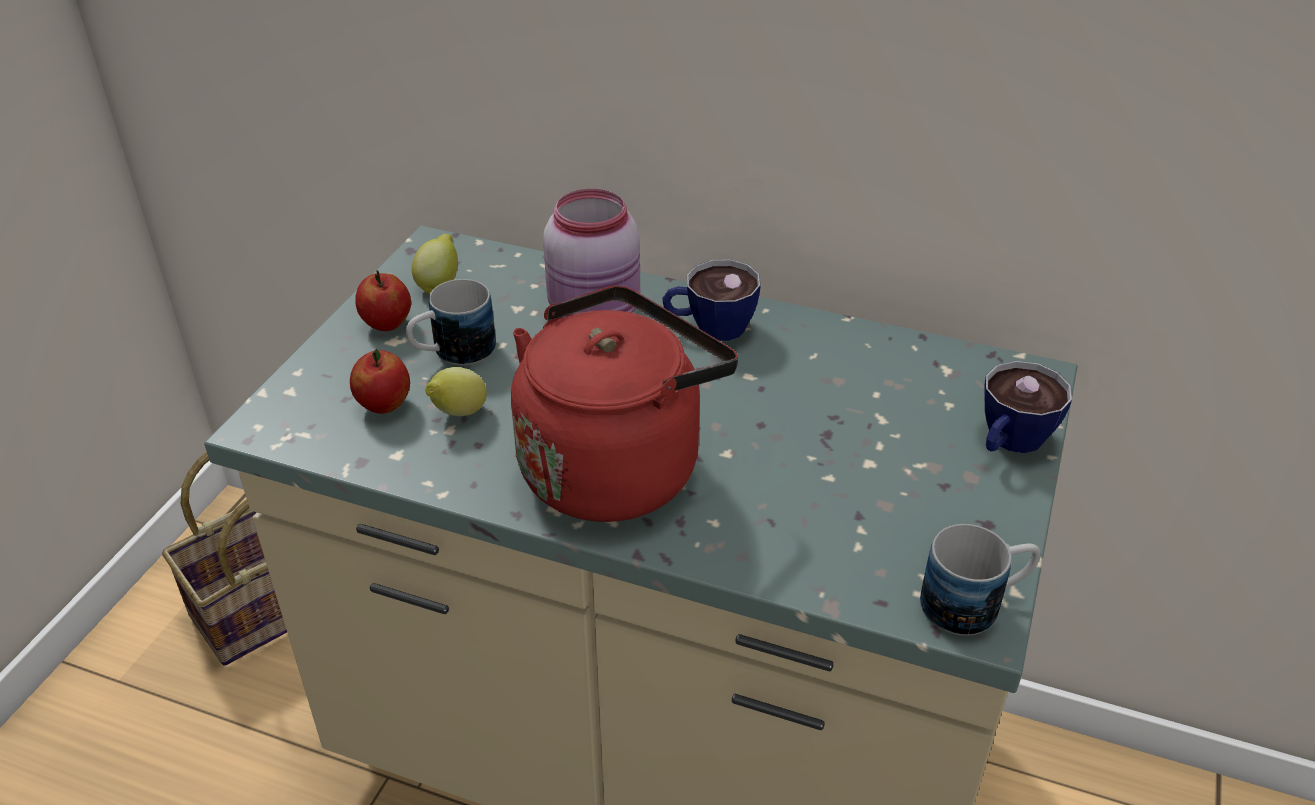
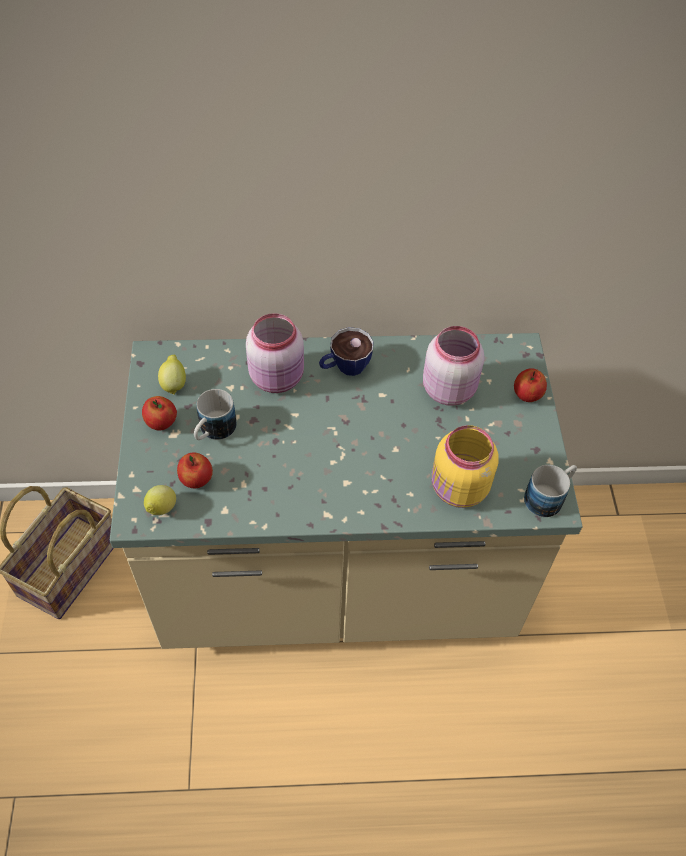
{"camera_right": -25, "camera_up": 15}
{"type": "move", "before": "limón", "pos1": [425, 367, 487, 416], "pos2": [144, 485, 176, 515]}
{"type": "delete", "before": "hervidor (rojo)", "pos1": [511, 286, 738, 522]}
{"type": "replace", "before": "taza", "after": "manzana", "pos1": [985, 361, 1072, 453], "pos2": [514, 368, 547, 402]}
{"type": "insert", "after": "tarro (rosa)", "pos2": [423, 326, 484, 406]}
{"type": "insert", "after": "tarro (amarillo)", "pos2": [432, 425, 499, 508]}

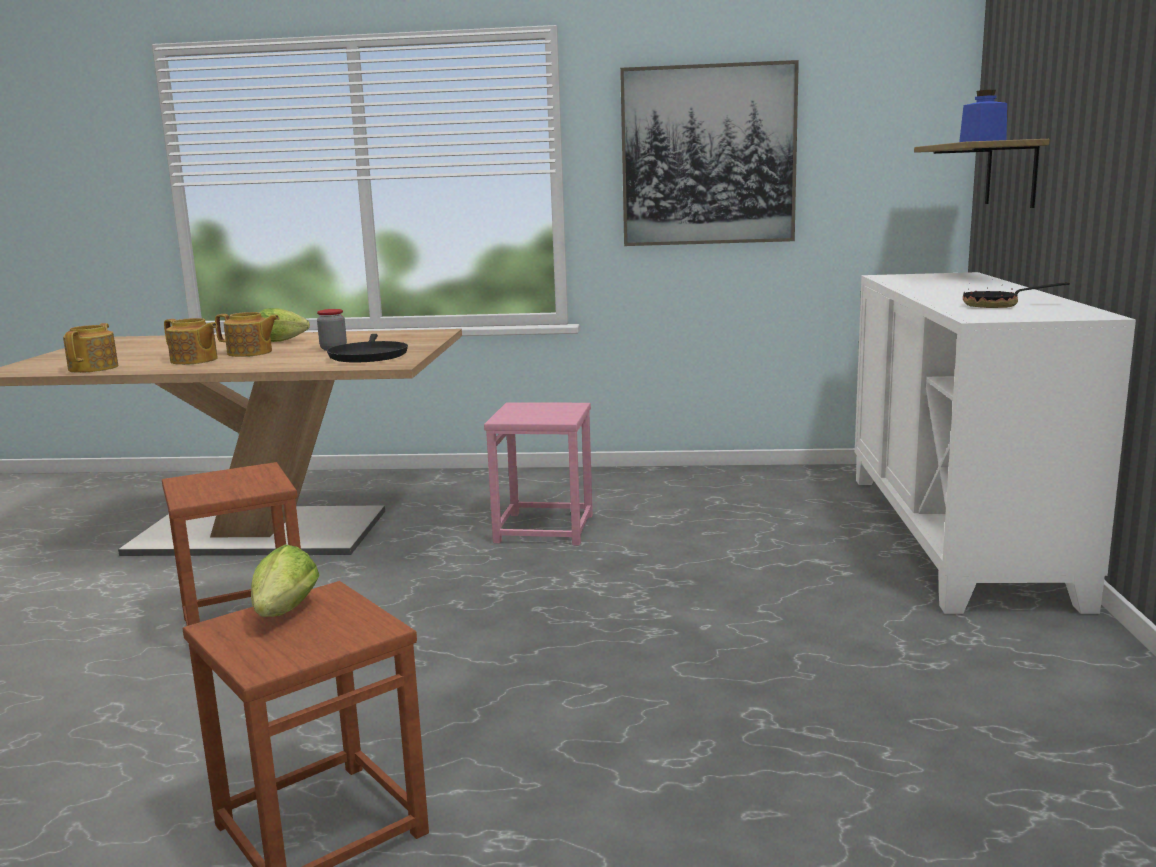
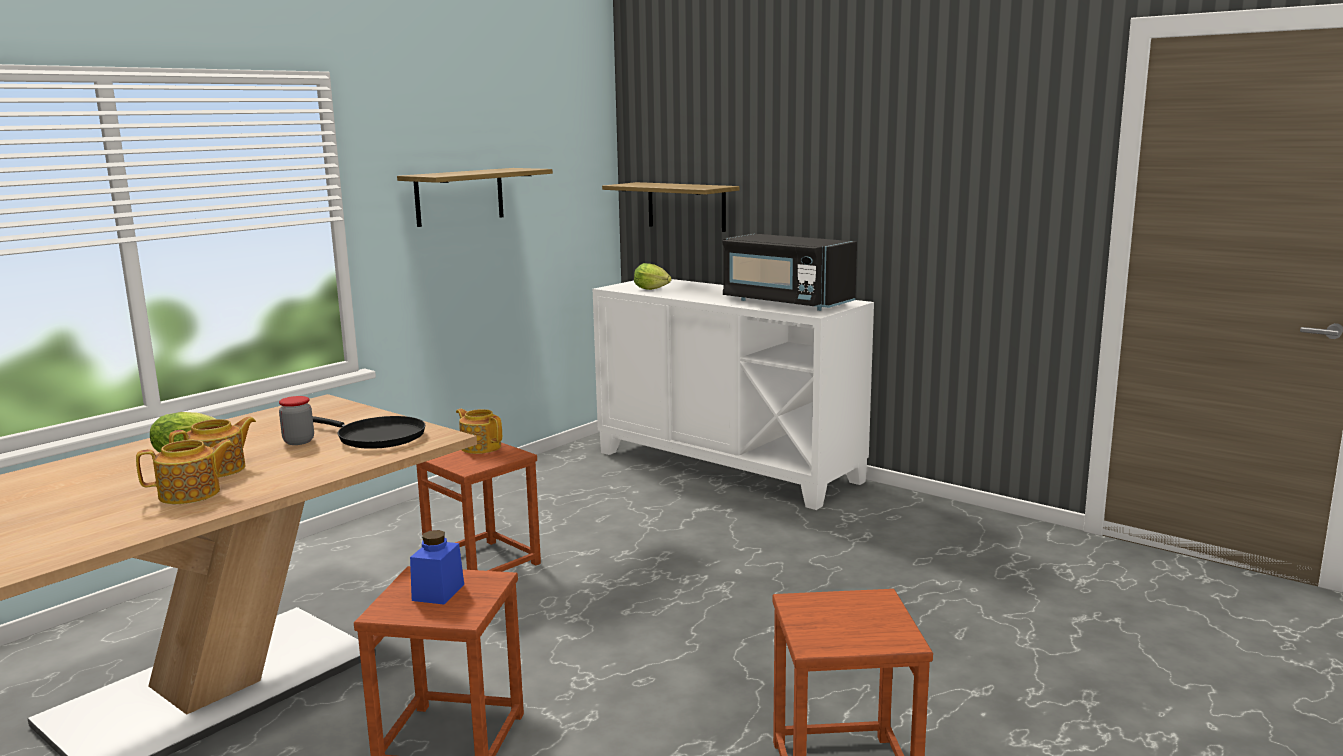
{"camera_right": -55, "camera_up": 0}
{"type": "move", "before": "tetera", "pos1": [63, 323, 118, 373], "pos2": [456, 409, 502, 454]}
{"type": "move", "before": "lechuga", "pos1": [251, 544, 320, 617], "pos2": [634, 263, 672, 290]}
{"type": "recolor", "before": "taburete (rosa)", "after": "taburete (marrón)", "pos1": [484, 402, 593, 545], "pos2": [416, 442, 541, 572]}
{"type": "replace", "before": "cuadro", "after": "estante", "pos1": [620, 60, 799, 246], "pos2": [397, 168, 553, 227]}
{"type": "move", "before": "tarro (azul)", "pos1": [959, 90, 1007, 142], "pos2": [410, 530, 464, 604]}
{"type": "replace", "before": "sartén", "after": "microondas (negro)", "pos1": [963, 279, 1070, 308], "pos2": [723, 234, 857, 311]}

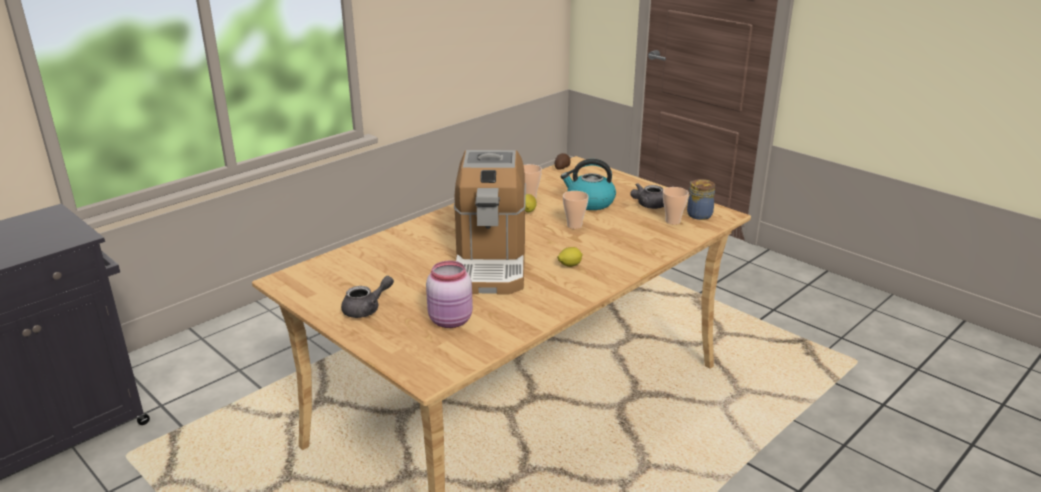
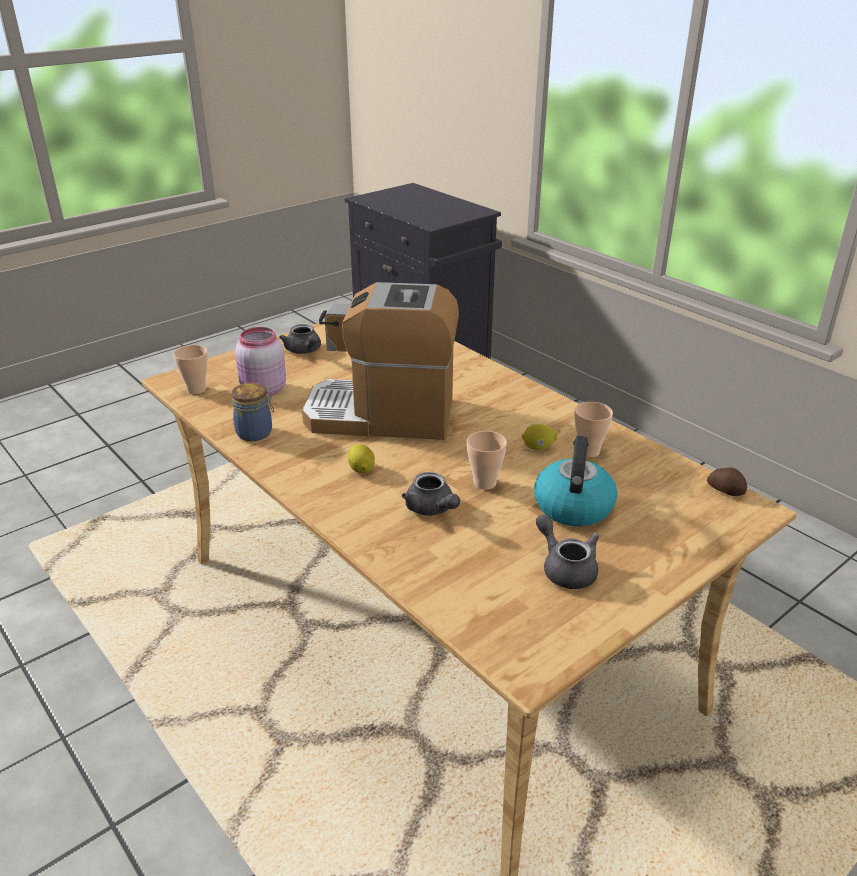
{"camera_right": 95, "camera_up": 5}
{"type": "move", "before": "taza", "pos1": [663, 187, 689, 225], "pos2": [173, 345, 208, 394]}
{"type": "move", "before": "tarro", "pos1": [687, 179, 715, 220], "pos2": [231, 383, 274, 441]}
{"type": "insert", "after": "tetera (gris)", "pos2": [402, 472, 460, 516]}

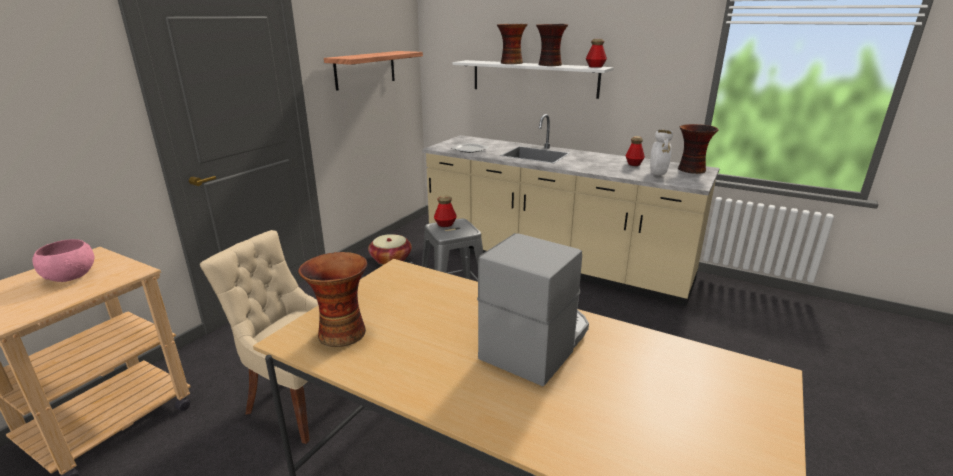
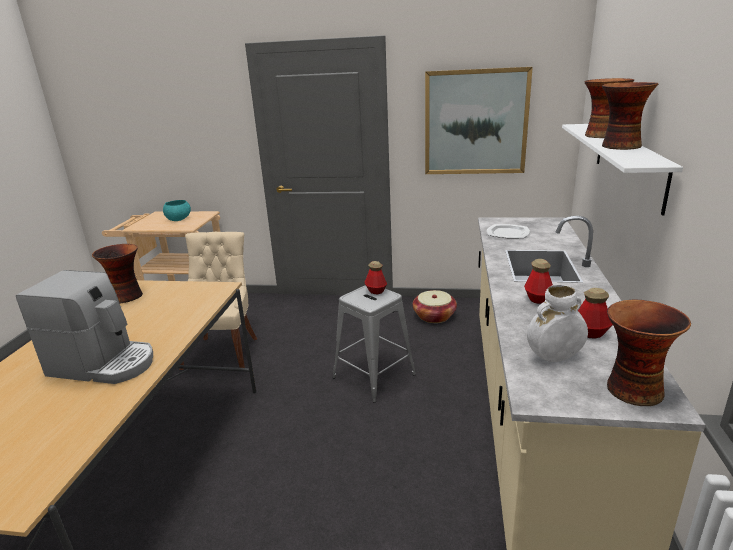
{"camera_right": 70, "camera_up": 0}
{"type": "recolor", "before": "cuenco (rosa)", "after": "cuenco (turquesa)", "pos1": [32, 239, 94, 282], "pos2": [163, 200, 191, 221]}
{"type": "replace", "before": "estante", "after": "cuadro", "pos1": [324, 51, 423, 91], "pos2": [425, 67, 533, 174]}
{"type": "move", "before": "botella", "pos1": [586, 39, 607, 68], "pos2": [524, 259, 553, 304]}

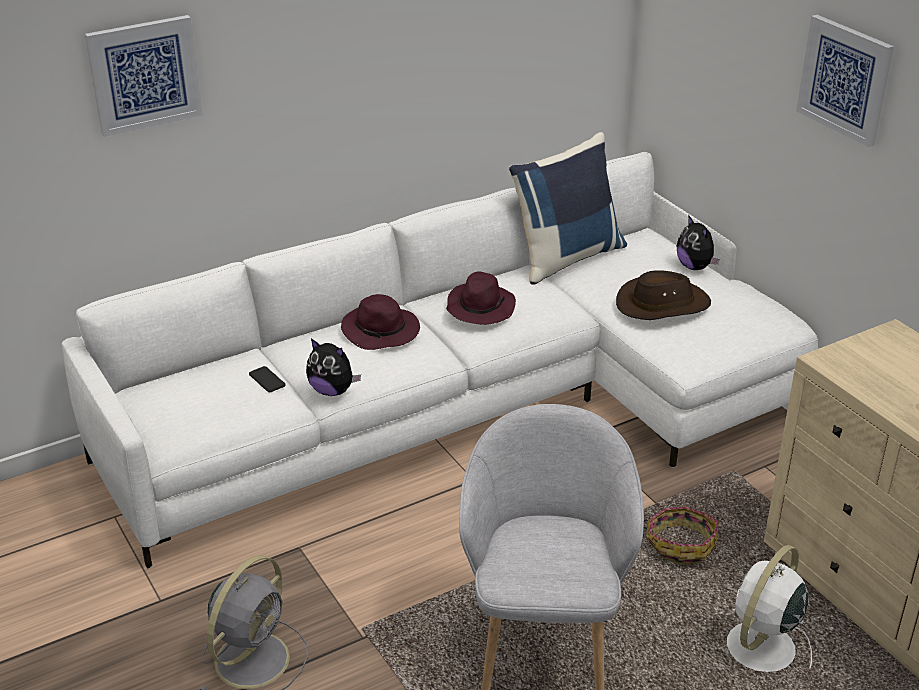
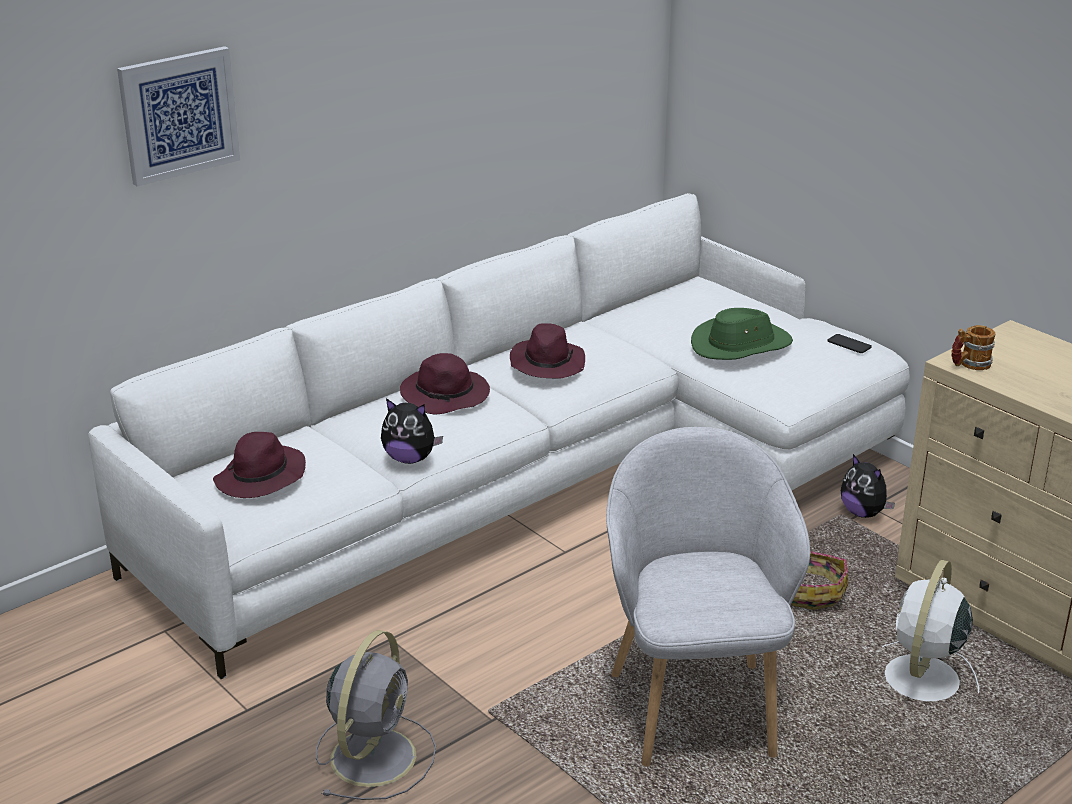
{"camera_right": -10, "camera_up": -5}
{"type": "move", "before": "móvil", "pos1": [249, 366, 286, 392], "pos2": [827, 334, 872, 353]}
{"type": "delete", "before": "cojín (azul)", "pos1": [509, 132, 627, 285]}
{"type": "recolor", "before": "sombrero (marrón)", "after": "sombrero (verde)", "pos1": [616, 270, 711, 320], "pos2": [691, 308, 793, 360]}
{"type": "move", "before": "peluche", "pos1": [677, 215, 720, 270], "pos2": [841, 454, 895, 518]}
{"type": "delete", "before": "cuadro", "pos1": [796, 15, 894, 147]}
{"type": "insert", "after": "sombrero (morado)", "pos2": [213, 432, 306, 498]}
{"type": "insert", "after": "taza grande", "pos2": [952, 325, 995, 370]}

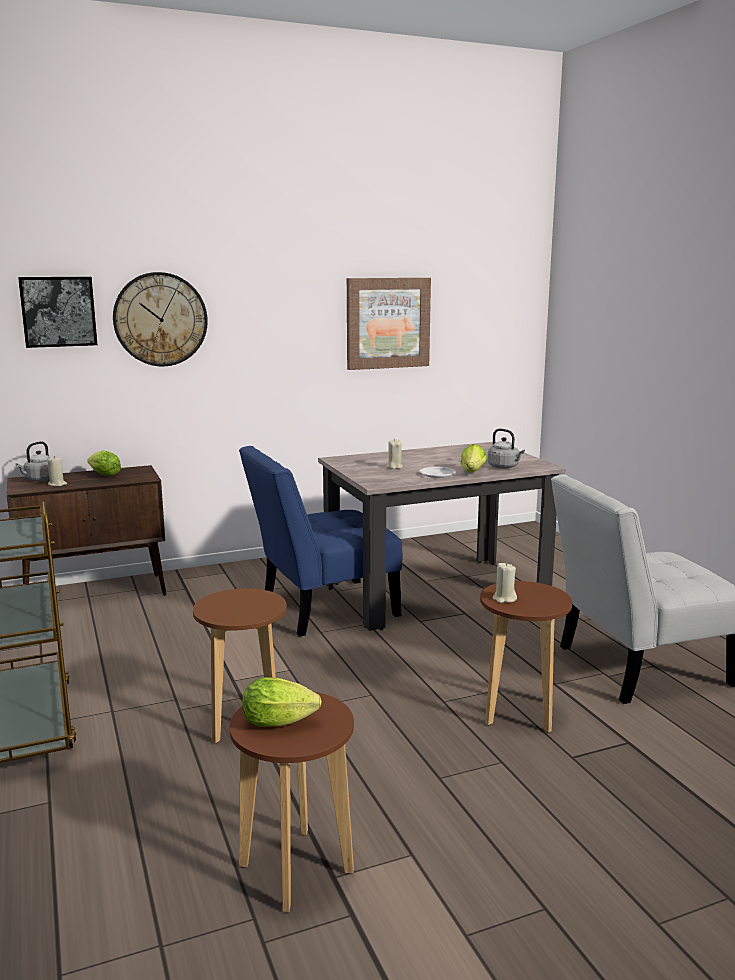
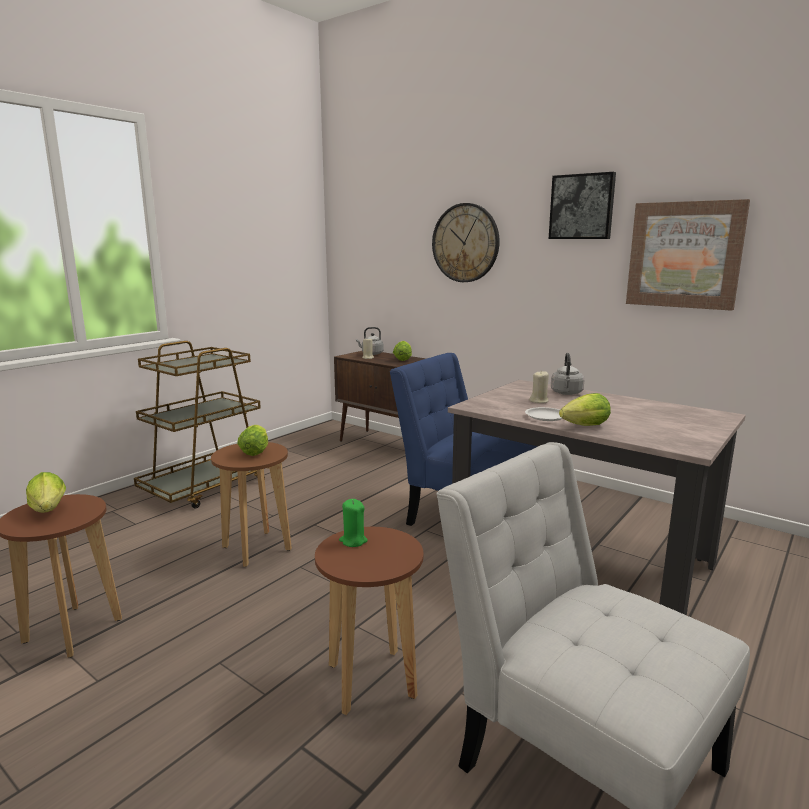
{"camera_right": 60, "camera_up": 0}
{"type": "move", "before": "cuadro", "pos1": [18, 277, 97, 348], "pos2": [549, 172, 616, 239]}
{"type": "move", "before": "hervidor (gris)", "pos1": [487, 429, 525, 469], "pos2": [551, 353, 585, 395]}
{"type": "recolor", "before": "vela (beis)", "after": "vela (verde)", "pos1": [493, 562, 517, 603], "pos2": [339, 499, 368, 547]}
{"type": "insert", "after": "lechuga", "pos2": [237, 425, 268, 456]}

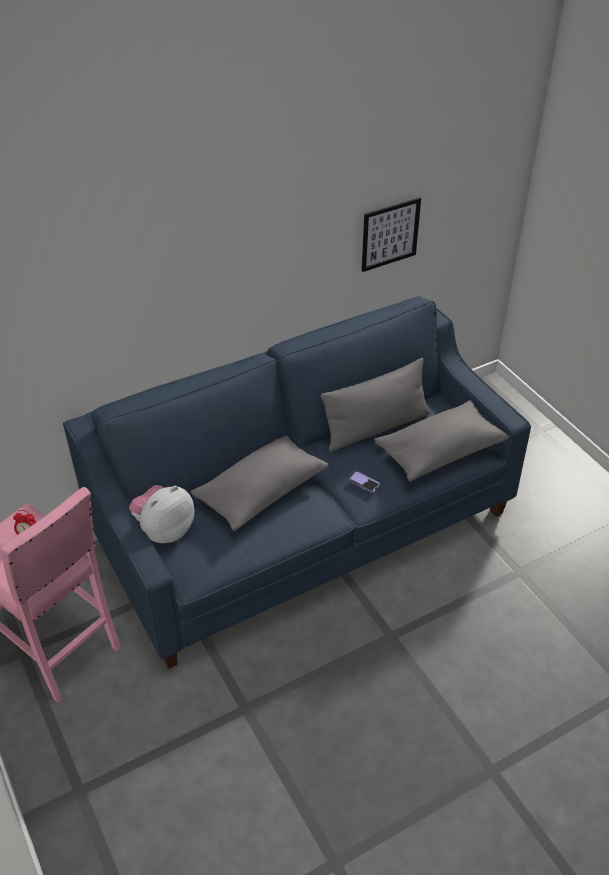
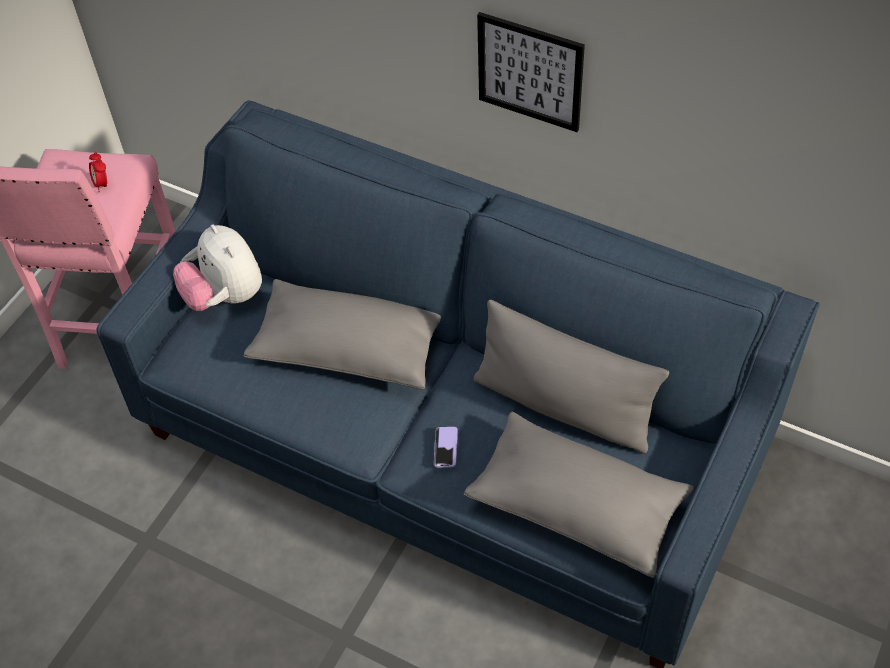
{"camera_right": 60, "camera_up": 10}
{"type": "rotate", "before": "peluche", "pos1": [129, 485, 194, 543], "pos2": [173, 224, 262, 311], "turn": -135}
{"type": "move", "before": "cuadro", "pos1": [361, 197, 421, 272], "pos2": [477, 12, 585, 132]}

